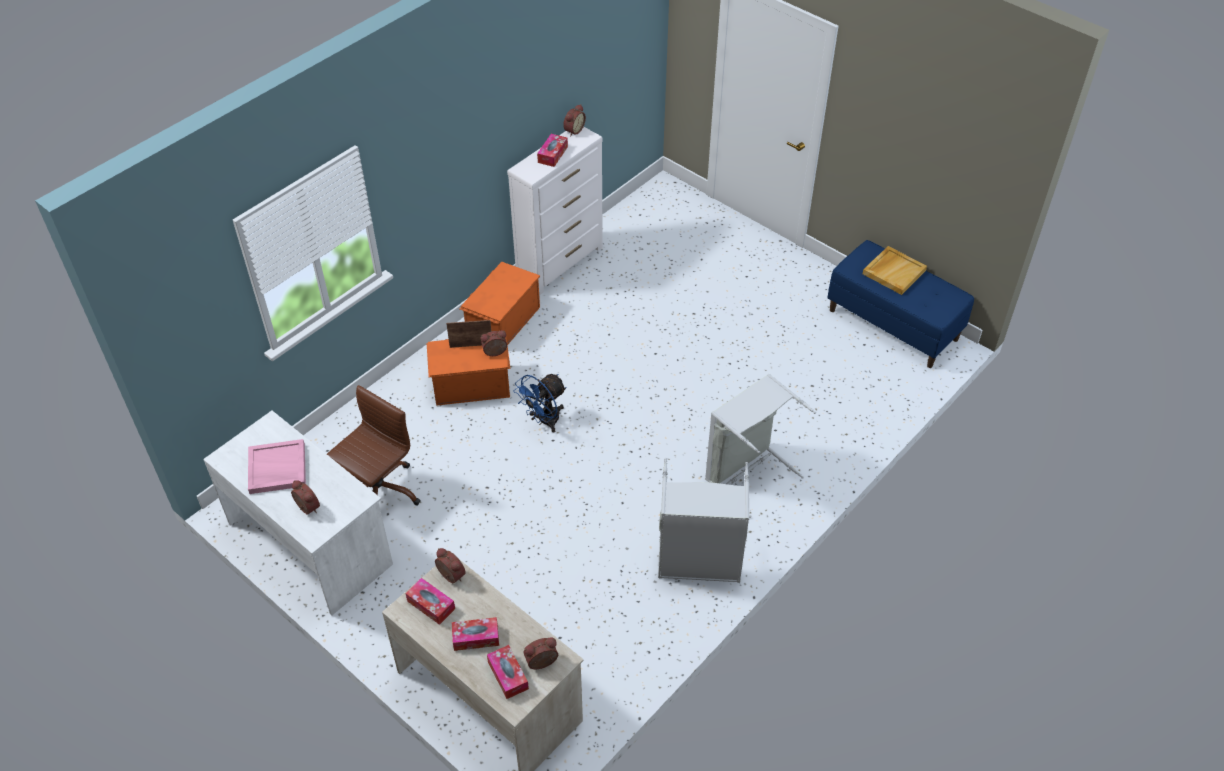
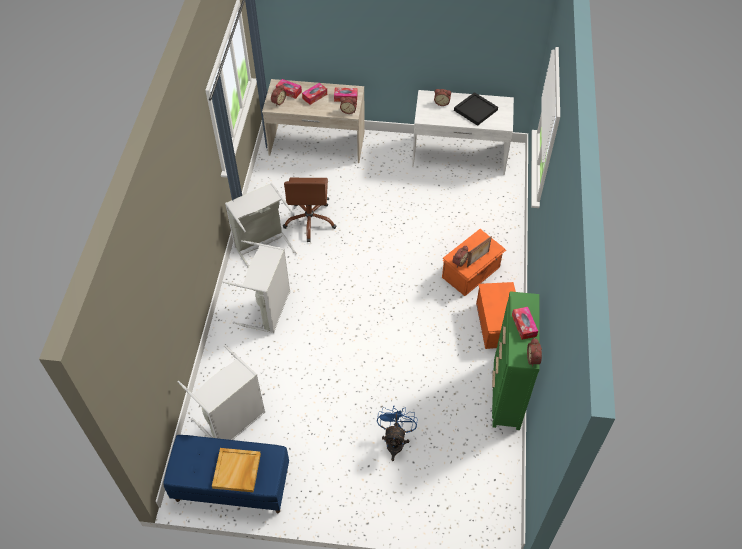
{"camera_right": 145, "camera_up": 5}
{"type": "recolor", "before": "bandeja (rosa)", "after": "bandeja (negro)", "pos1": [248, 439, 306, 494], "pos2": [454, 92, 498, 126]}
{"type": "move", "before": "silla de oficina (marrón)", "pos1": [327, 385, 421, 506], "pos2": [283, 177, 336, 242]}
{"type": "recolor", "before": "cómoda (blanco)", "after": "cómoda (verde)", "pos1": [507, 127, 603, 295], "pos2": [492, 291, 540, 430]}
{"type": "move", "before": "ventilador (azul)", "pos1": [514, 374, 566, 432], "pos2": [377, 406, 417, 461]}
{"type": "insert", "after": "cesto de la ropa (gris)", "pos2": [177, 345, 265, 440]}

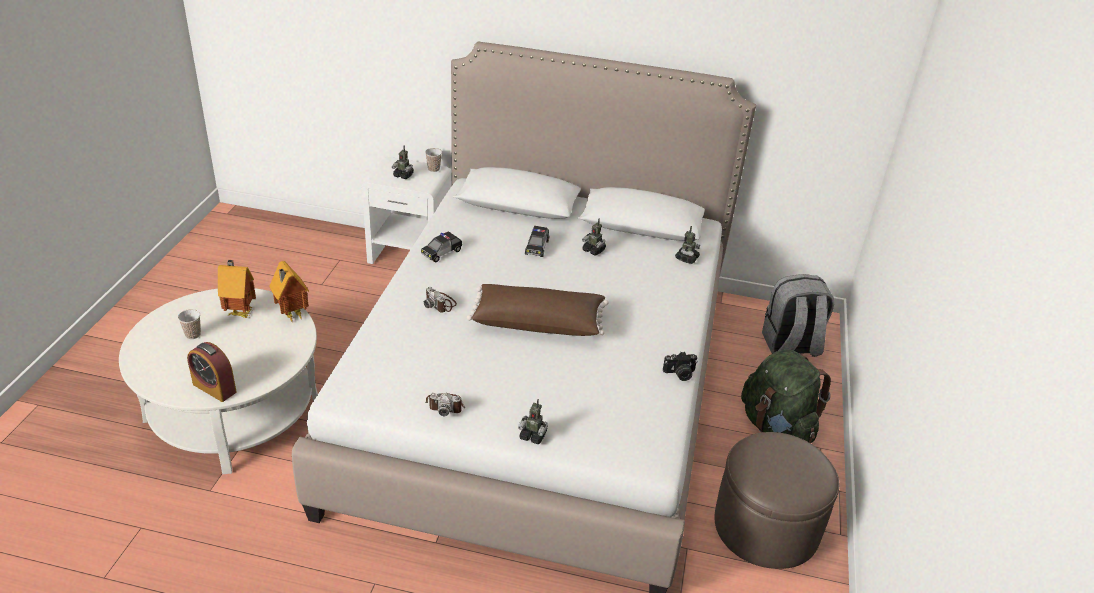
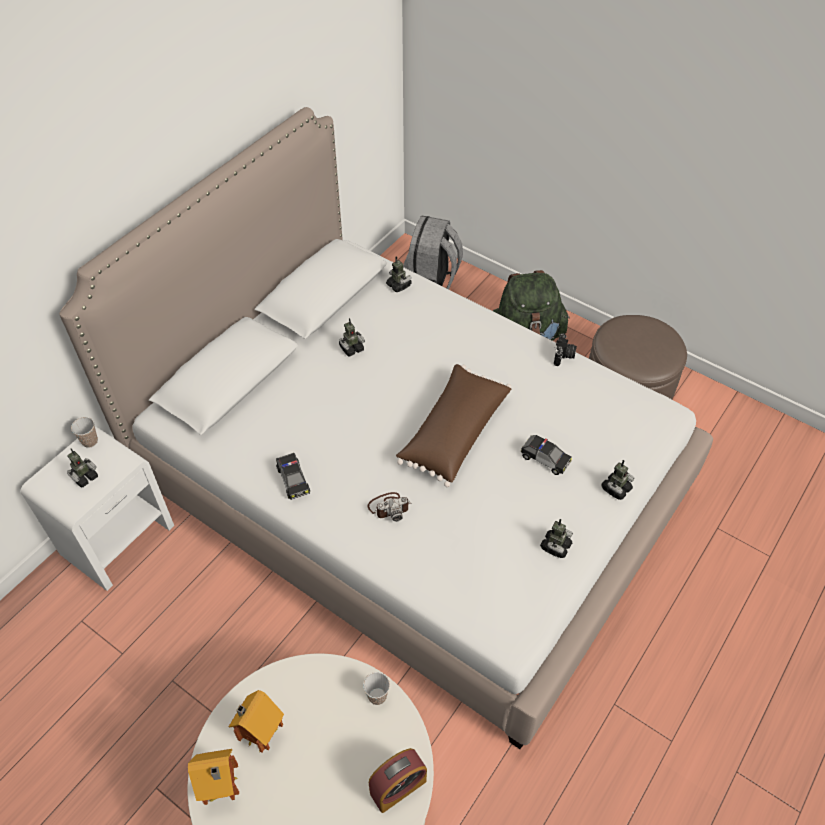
{"camera_right": -65, "camera_up": 15}
{"type": "move", "before": "taza", "pos1": [178, 309, 201, 339], "pos2": [363, 672, 390, 705]}
{"type": "move", "before": "casita", "pos1": [269, 261, 309, 323], "pos2": [188, 749, 239, 805]}
{"type": "replace", "before": "cámara", "after": "robot de juguete", "pos1": [426, 393, 465, 416], "pos2": [540, 519, 573, 558]}
{"type": "move", "before": "coche de juguete", "pos1": [525, 226, 549, 257], "pos2": [520, 435, 572, 475]}

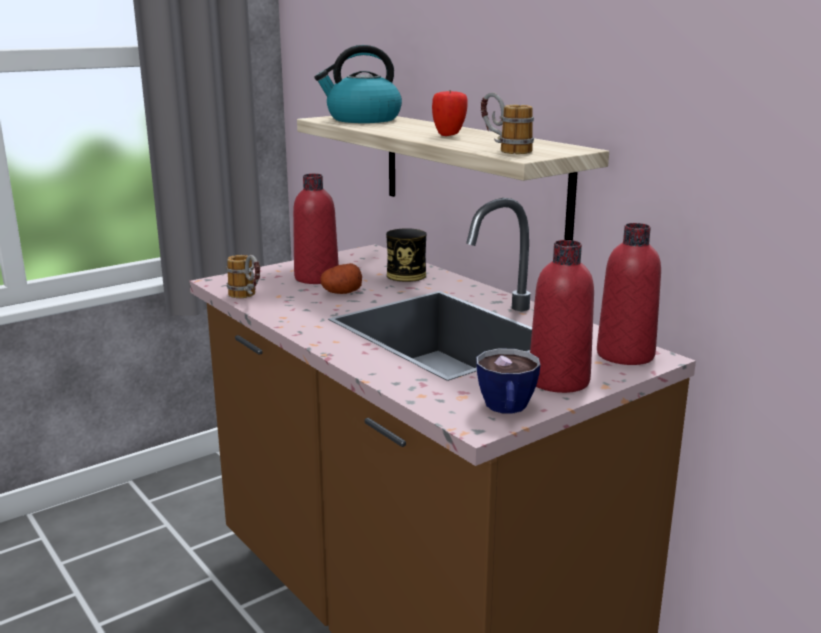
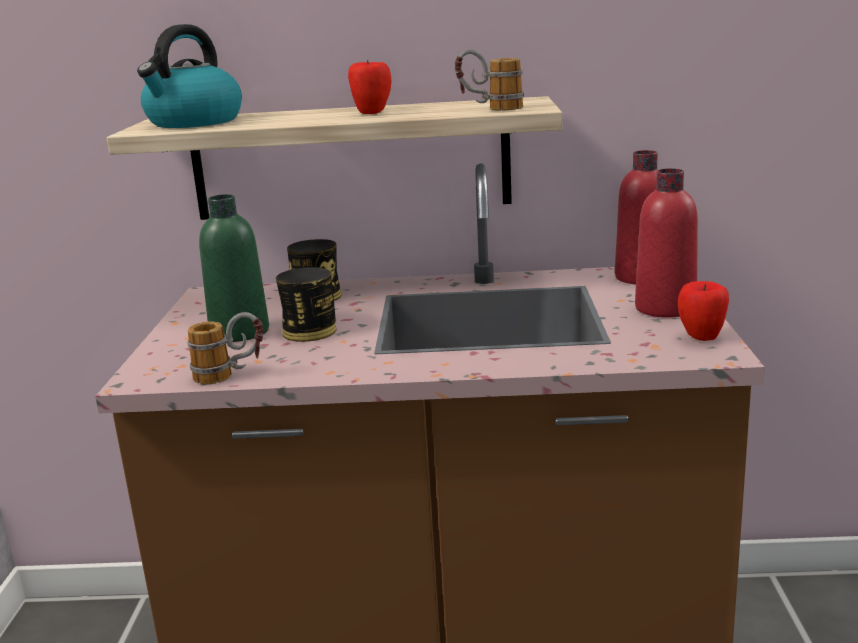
{"camera_right": -50, "camera_up": 0}
{"type": "recolor", "before": "botella (rojo)", "after": "botella (verde)", "pos1": [293, 174, 339, 284], "pos2": [199, 194, 269, 342]}
{"type": "replace", "before": "patata", "after": "lata", "pos1": [320, 263, 362, 294], "pos2": [276, 267, 336, 342]}
{"type": "replace", "before": "taza", "after": "manzana", "pos1": [476, 348, 540, 414], "pos2": [678, 281, 729, 341]}

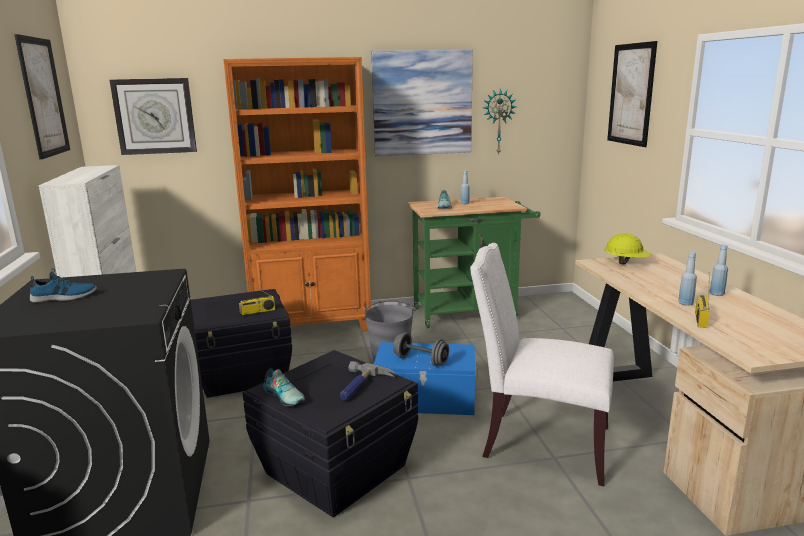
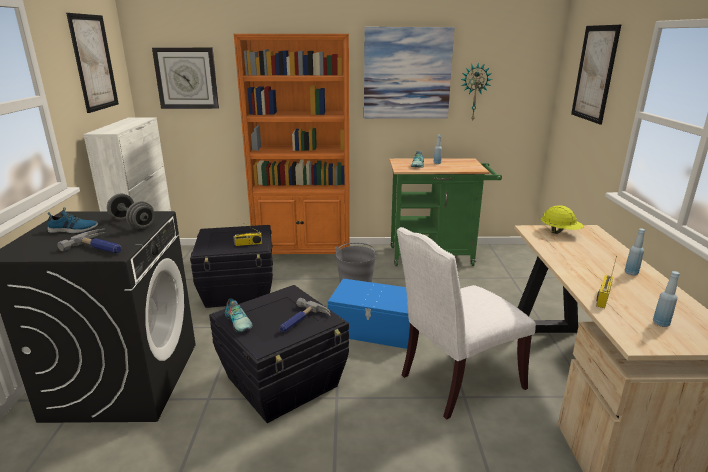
{"camera_right": 10, "camera_up": 5}
{"type": "move", "before": "mancuerna (gris)", "pos1": [393, 332, 449, 366], "pos2": [107, 193, 155, 229]}
{"type": "rotate", "before": "silla (blanco)", "pos1": [470, 243, 614, 486], "pos2": [397, 227, 536, 420], "turn": -60}
{"type": "move", "before": "botella (azul)", "pos1": [678, 252, 697, 306], "pos2": [653, 271, 680, 327]}
{"type": "insert", "after": "martillo", "pos2": [57, 229, 122, 254]}

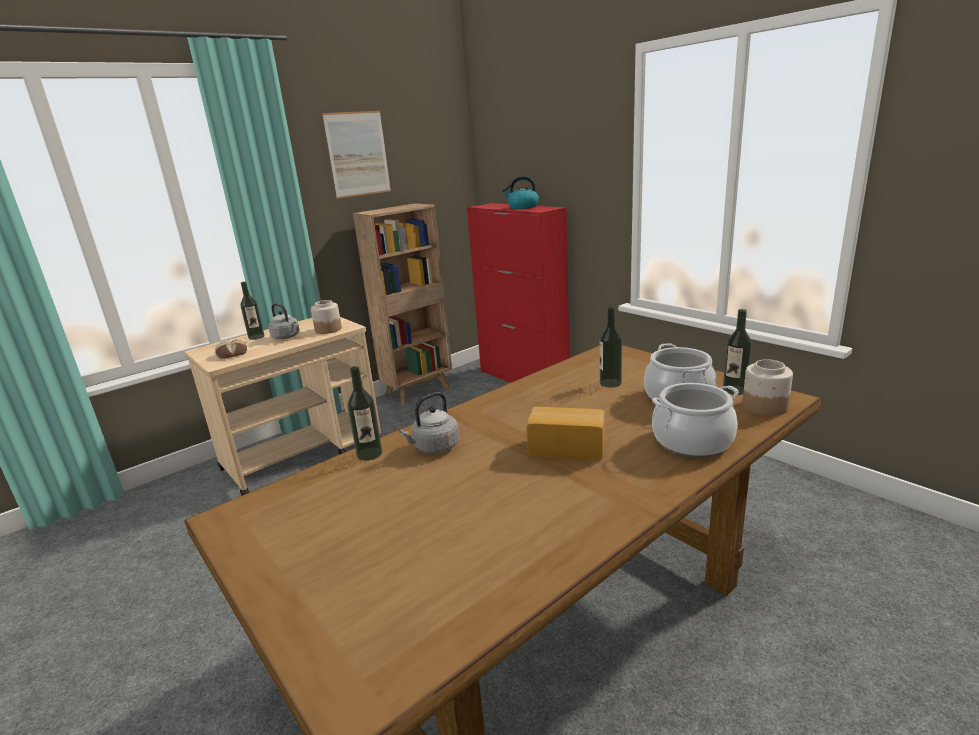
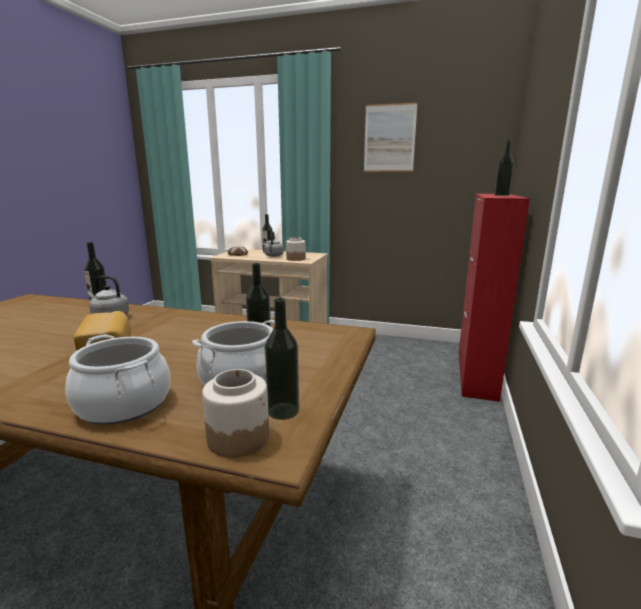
{"camera_right": 55, "camera_up": -5}
{"type": "delete", "before": "estantería (marrón)", "pos1": [353, 203, 452, 406]}
{"type": "replace", "before": "hervidor", "after": "botella", "pos1": [503, 176, 539, 209], "pos2": [495, 140, 514, 196]}

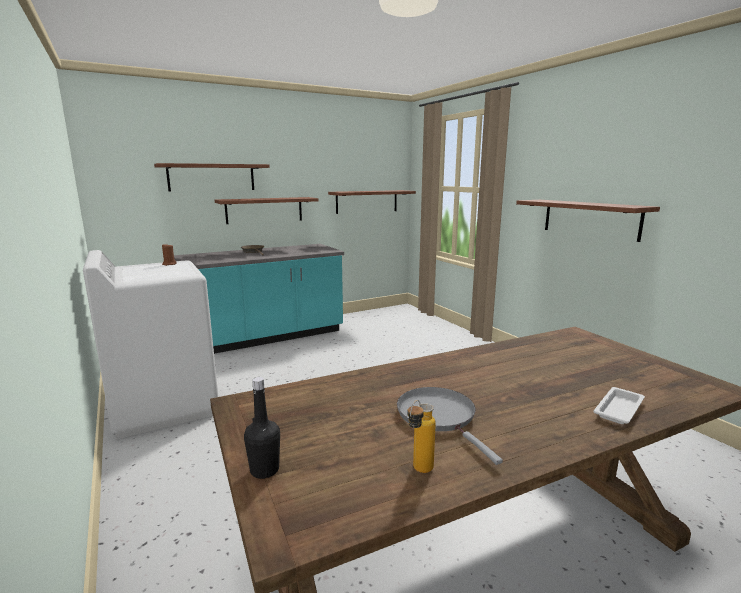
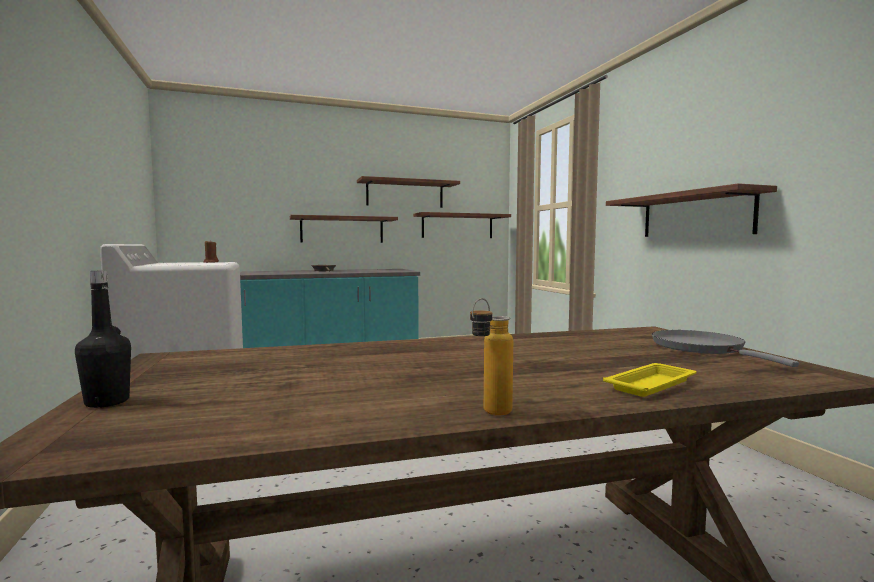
{"camera_right": 10, "camera_up": -10}
{"type": "move", "before": "estante", "pos1": [154, 163, 270, 191], "pos2": [357, 176, 460, 208]}
{"type": "move", "before": "sartén (gris)", "pos1": [397, 387, 503, 465], "pos2": [652, 330, 799, 367]}
{"type": "move", "before": "botella", "pos1": [407, 400, 436, 473], "pos2": [470, 298, 513, 416]}
{"type": "recolor", "before": "bandeja (blanco)", "after": "bandeja (amarillo)", "pos1": [593, 387, 645, 424], "pos2": [603, 363, 697, 397]}

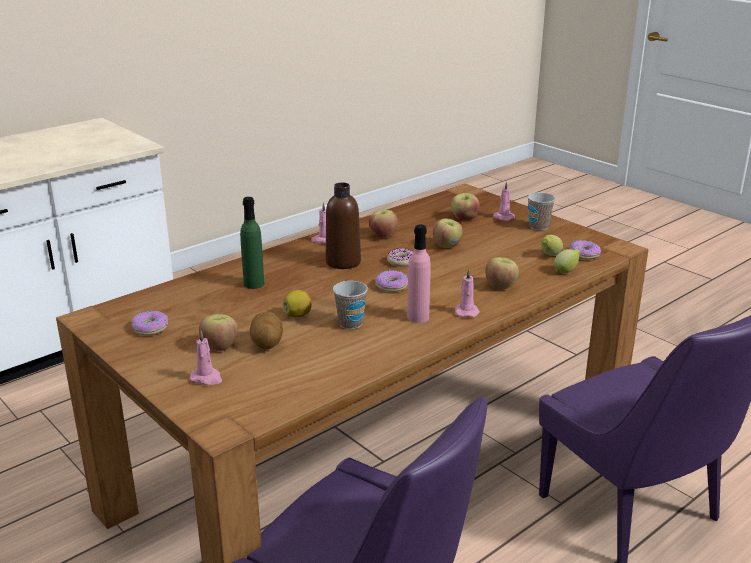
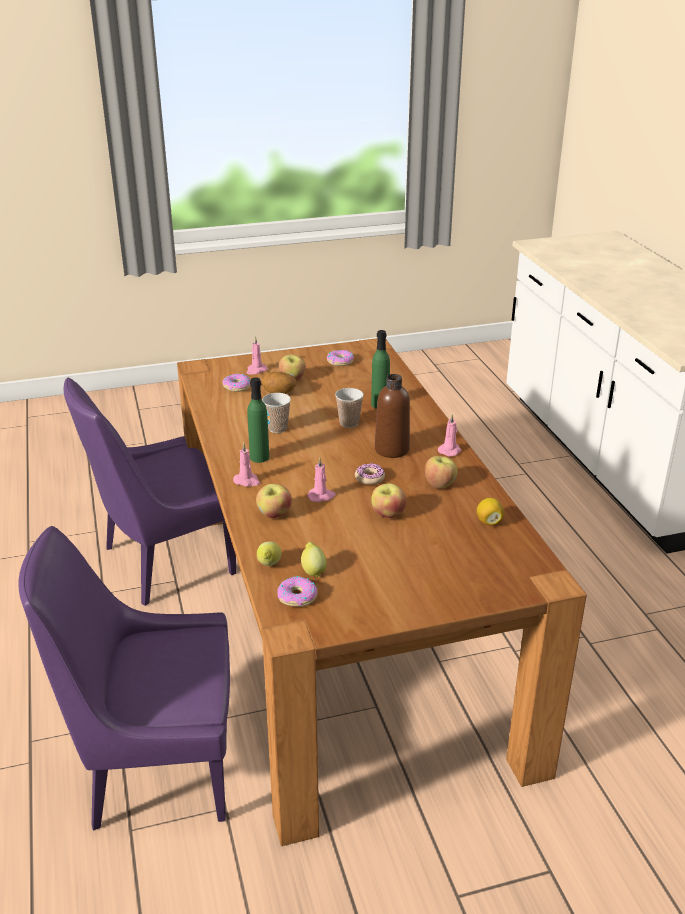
{"camera_right": 115, "camera_up": 5}
{"type": "move", "before": "limón", "pos1": [283, 290, 312, 317], "pos2": [477, 498, 504, 526]}
{"type": "move", "before": "rosquilla", "pos1": [376, 270, 408, 292], "pos2": [223, 374, 250, 392]}
{"type": "recolor", "before": "botella (rosa)", "after": "botella (verde)", "pos1": [407, 224, 431, 323], "pos2": [247, 377, 269, 463]}
{"type": "delete", "before": "manzana", "pos1": [451, 193, 480, 220]}
{"type": "move", "before": "vela (rosa)", "pos1": [493, 181, 515, 221], "pos2": [307, 458, 335, 502]}
{"type": "move", "before": "taza", "pos1": [527, 192, 555, 230], "pos2": [335, 388, 364, 428]}

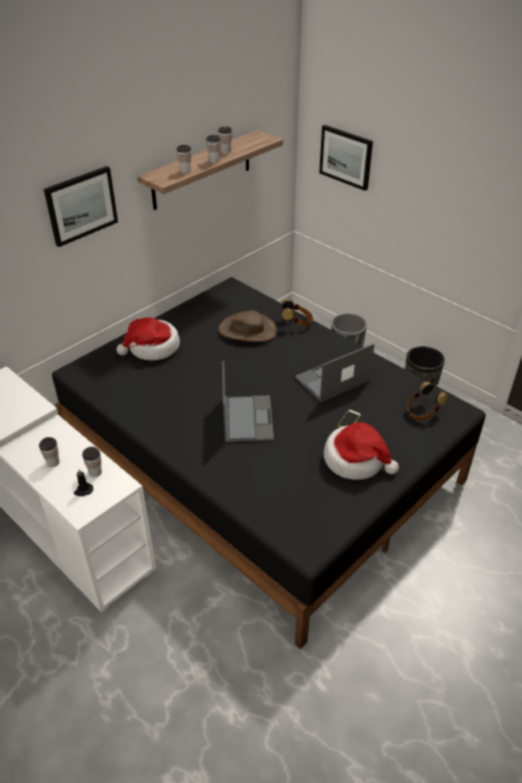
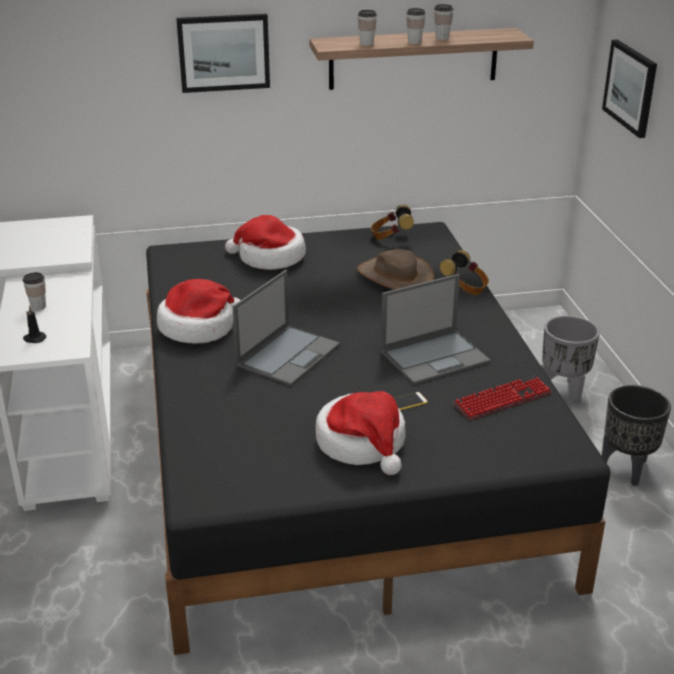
{"camera_right": 35, "camera_up": -10}
{"type": "delete", "before": "taza", "pos1": [82, 447, 102, 477]}
{"type": "rotate", "before": "portátil", "pos1": [295, 343, 374, 402], "pos2": [381, 274, 490, 384], "turn": 150}
{"type": "move", "before": "auriculares", "pos1": [407, 381, 447, 421], "pos2": [371, 205, 414, 240]}
{"type": "insert", "after": "sombrero", "pos2": [157, 279, 240, 344]}
{"type": "insert", "after": "teclado", "pos2": [453, 376, 552, 420]}

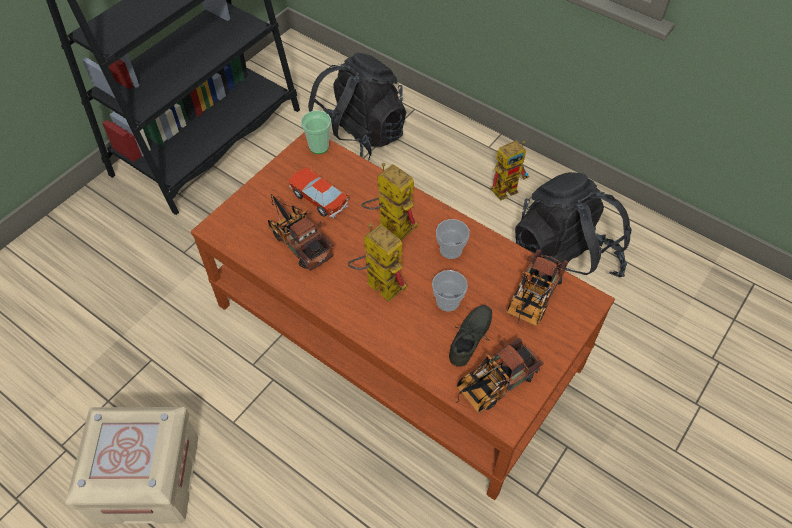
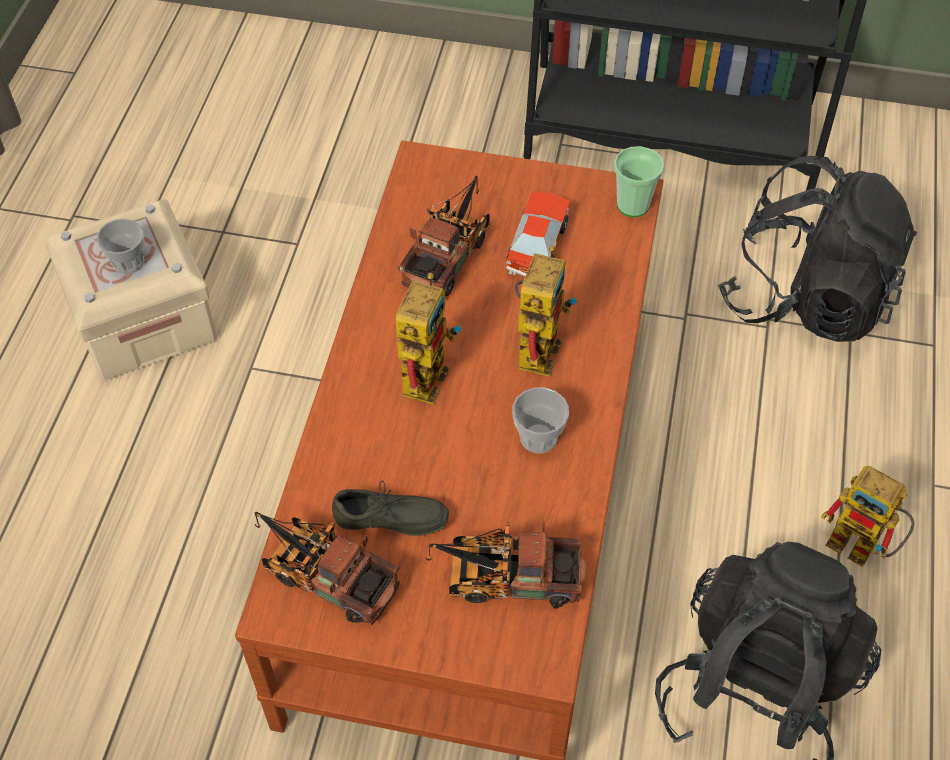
{"camera_right": 65, "camera_up": 0}
{"type": "move", "before": "taza", "pos1": [432, 270, 468, 311], "pos2": [97, 219, 144, 275]}

